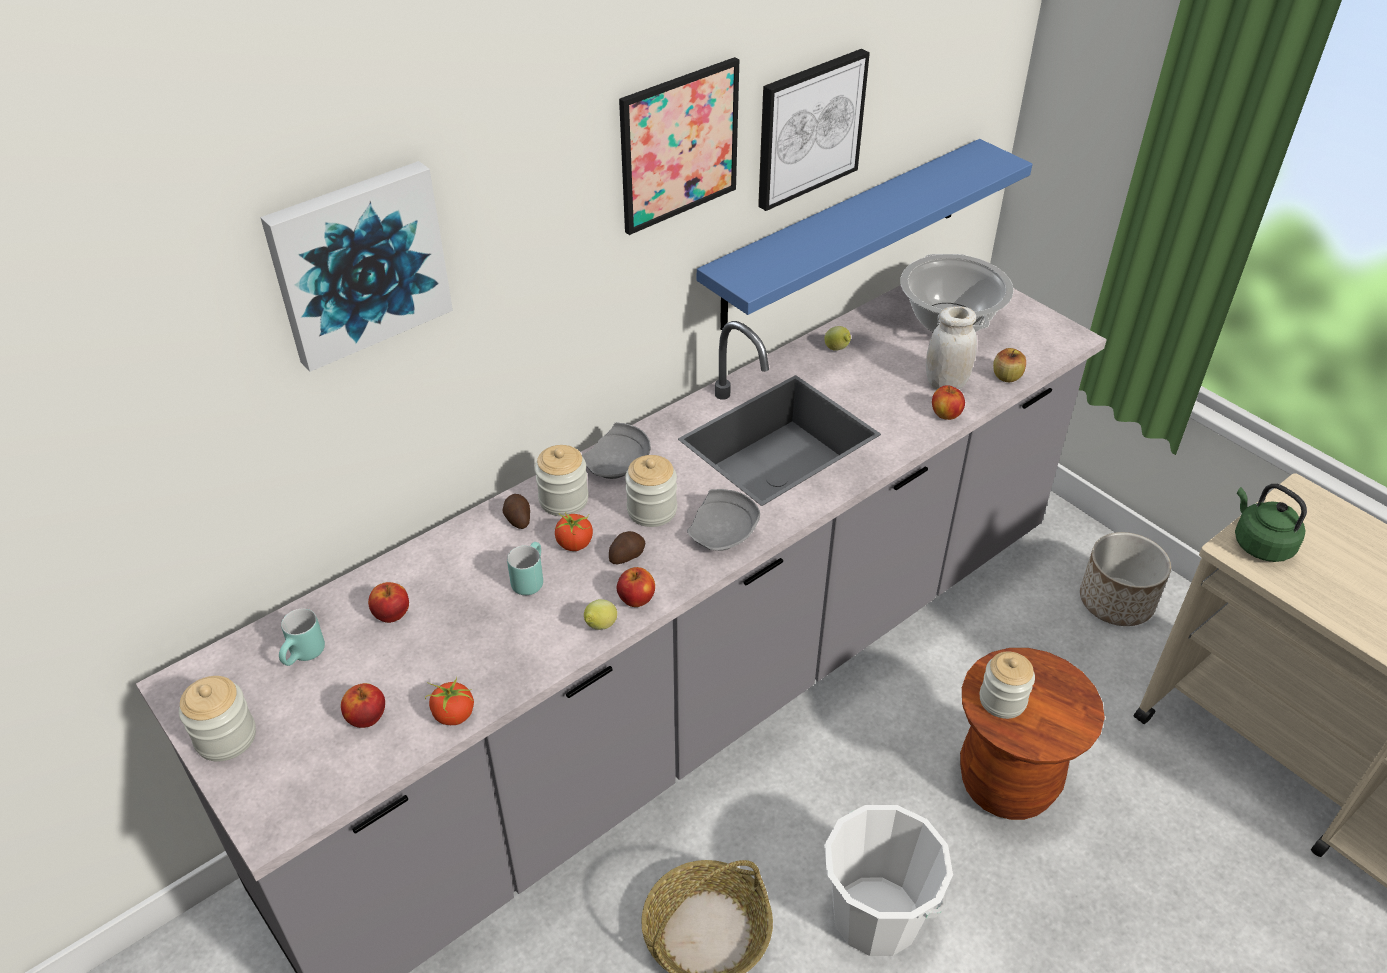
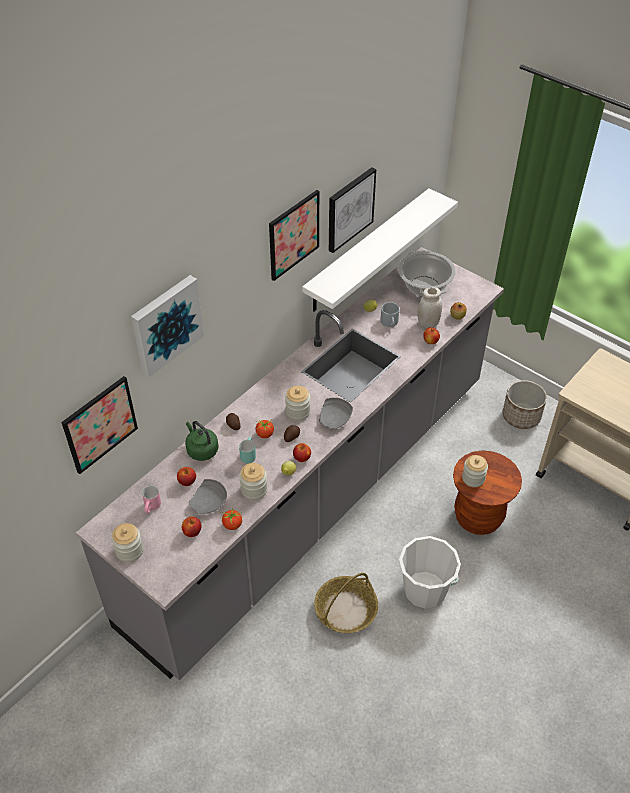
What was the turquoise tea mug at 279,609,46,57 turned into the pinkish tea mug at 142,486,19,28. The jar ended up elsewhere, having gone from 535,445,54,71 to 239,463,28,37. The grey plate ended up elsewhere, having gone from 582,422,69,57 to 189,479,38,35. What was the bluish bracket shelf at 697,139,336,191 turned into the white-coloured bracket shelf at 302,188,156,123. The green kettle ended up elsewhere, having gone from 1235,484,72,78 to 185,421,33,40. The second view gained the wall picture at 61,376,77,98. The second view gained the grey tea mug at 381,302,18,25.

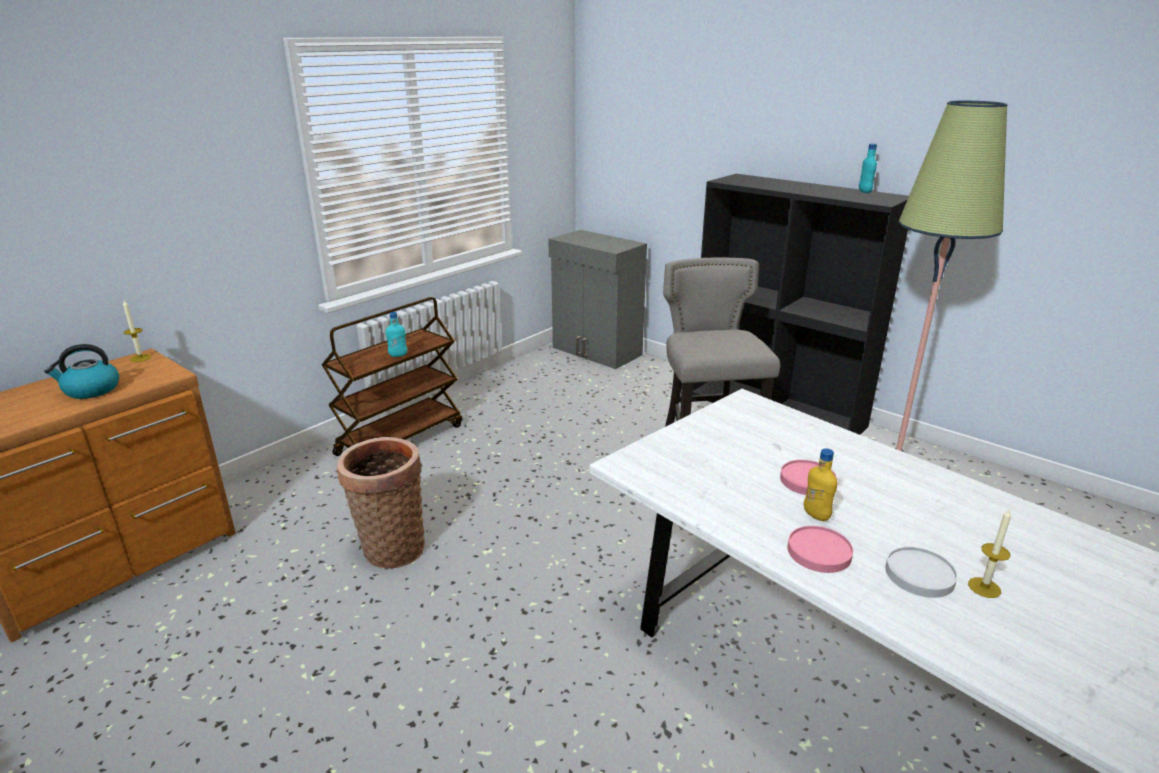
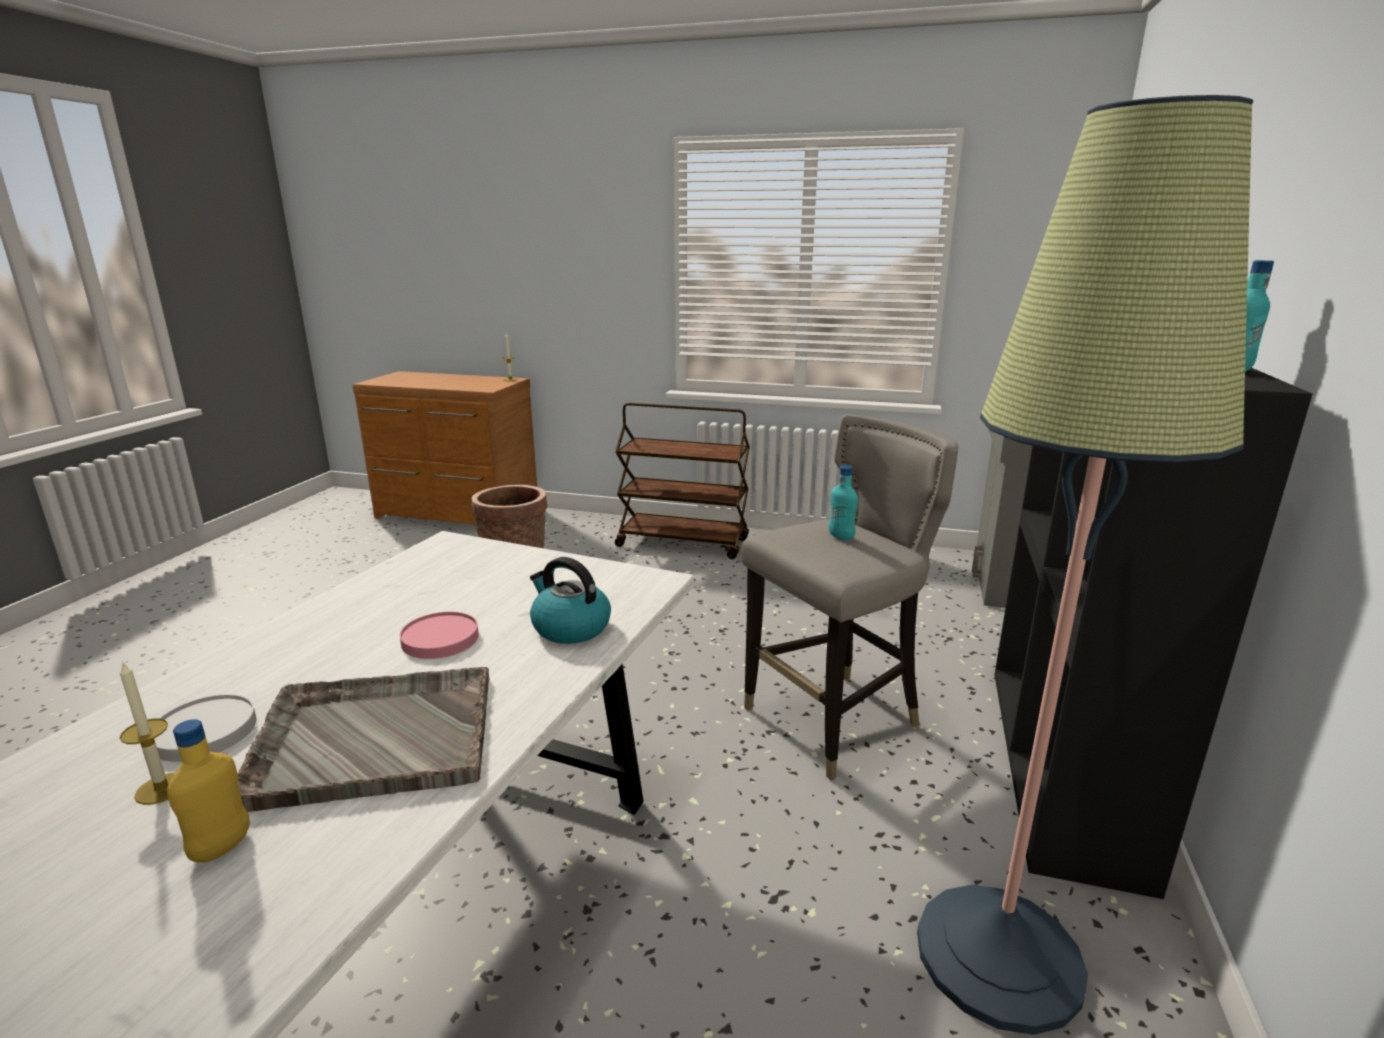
The kettle ended up elsewhere, having gone from 44,344,75,55 to 530,557,81,87. The turquoise beverage bottle ended up elsewhere, having gone from 386,312,21,45 to 829,465,29,76. The second view lost the pinkish plate at 788,526,65,47. The yellow beverage bottle ended up elsewhere, having gone from 804,448,34,73 to 167,719,83,144. The second view gained the grey tray at 237,667,252,145.

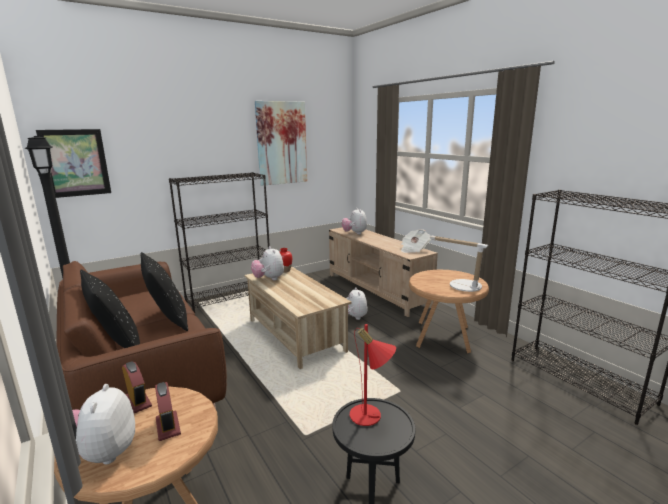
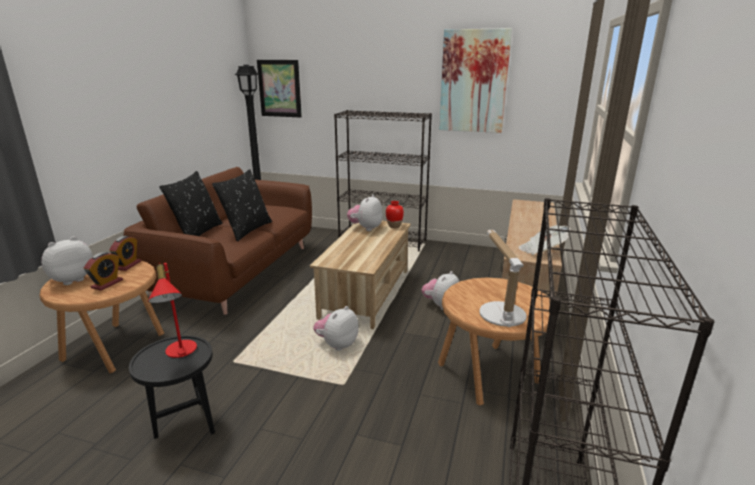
The cuddly toy ended up elsewhere, having gone from 342,208,25,26 to 313,306,46,45.

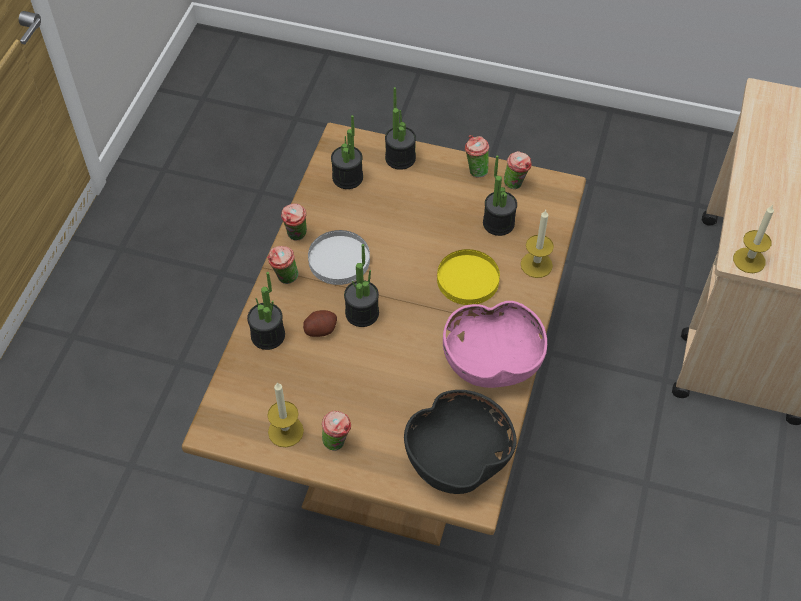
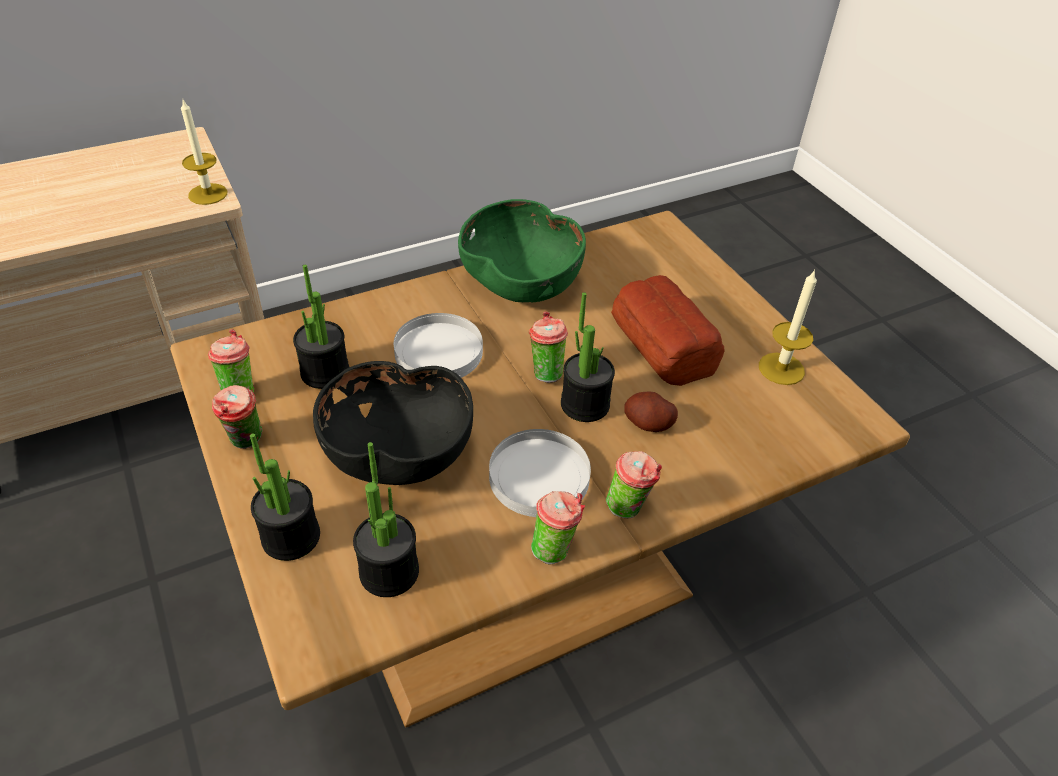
The second view lost the potted plant at 247,272,38,78. The cup ended up elsewhere, having gone from 322,411,29,40 to 529,311,39,72. The blackish serving bowl ended up elsewhere, having gone from 404,390,113,104 to 313,361,160,124. What was the yellow plate at 437,249,63,56 turned into the white-coloured plate at 394,313,89,65. What was the pinkish serving bowl at 443,301,104,87 turned into the green serving bowl at 458,199,128,104. The second view lost the wax candle at 520,210,34,68. The second view gained the baked bread at 611,275,114,111.

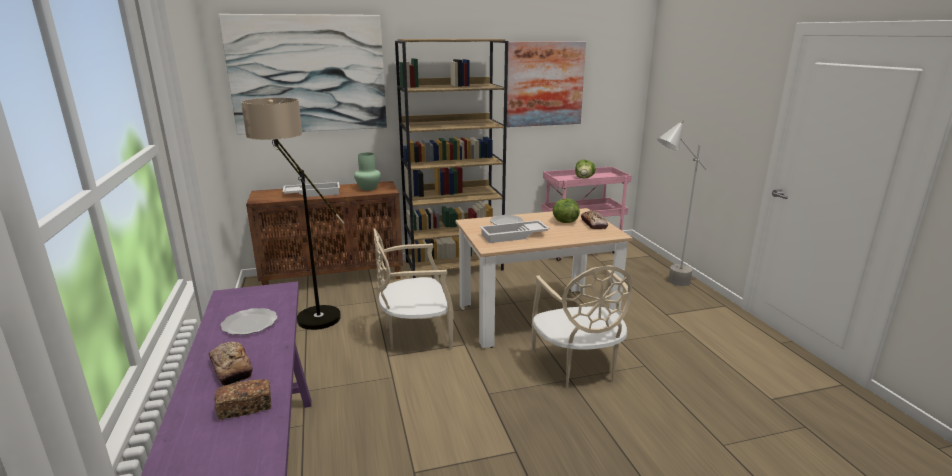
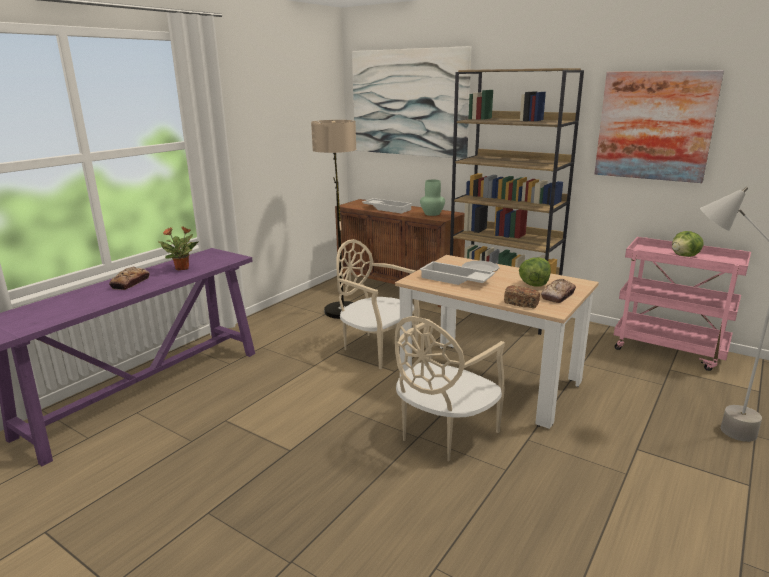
The baked bread ended up elsewhere, having gone from 214,379,57,41 to 504,285,36,24. Where the plate stood at 221,308,57,27, the potted plant came to stand at 158,226,41,45.

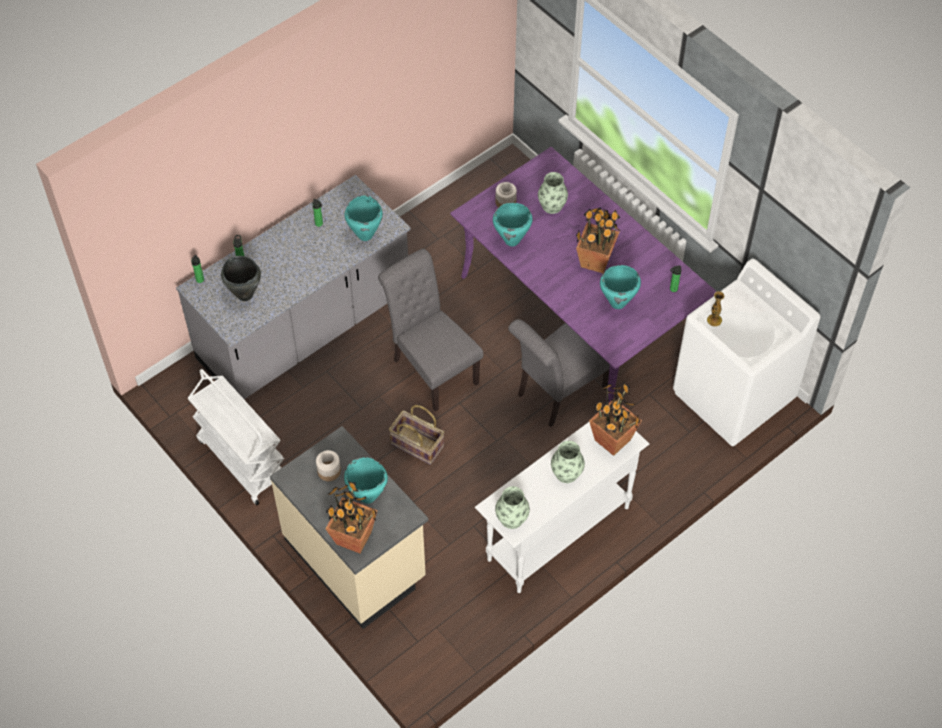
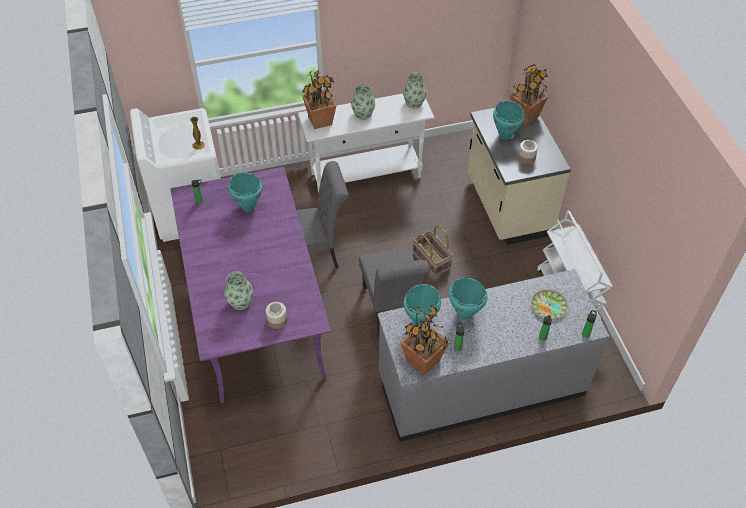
Where the blackish saucepot stood at 221,256,40,45, the plate came to stand at 532,290,35,29. The turquoise saucepot ended up elsewhere, having gone from 493,203,40,43 to 449,278,38,42. The potted plant ended up elsewhere, having gone from 576,207,45,66 to 400,305,49,70.

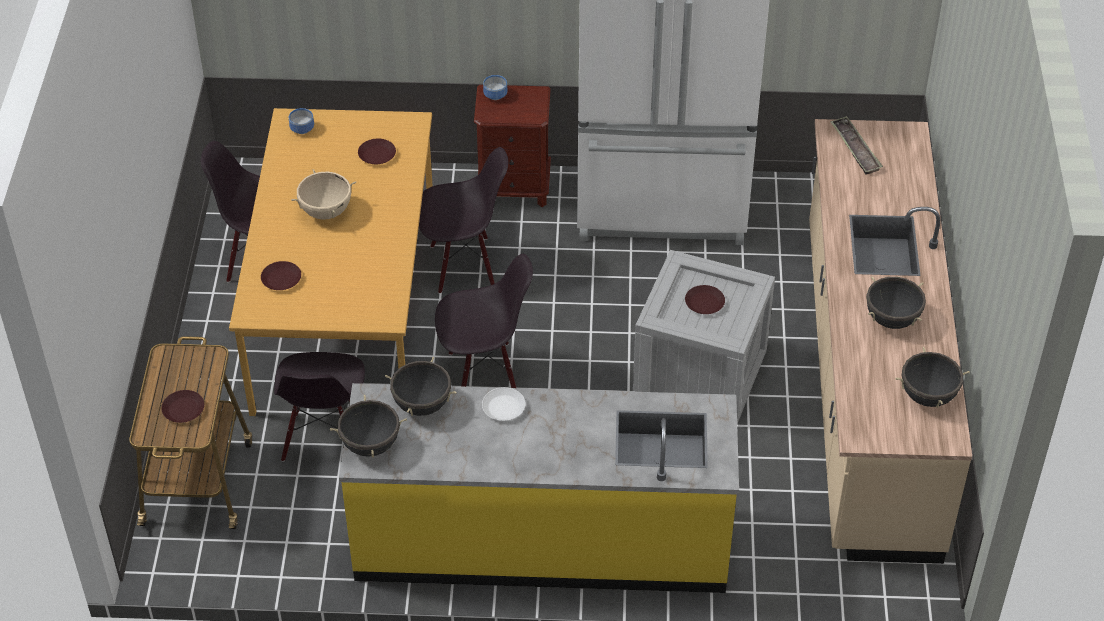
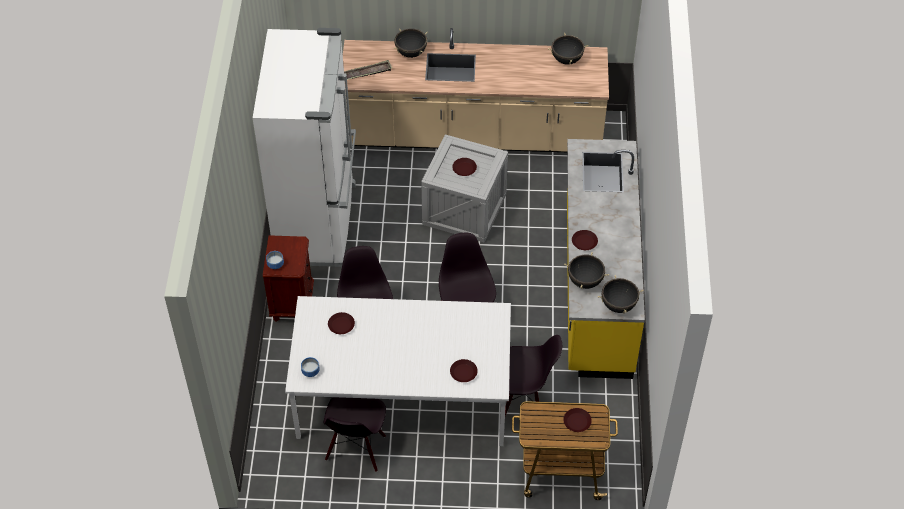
What was the orange dinner table at 229,108,204,308 turned into the white-coloured dinner table at 285,296,226,150. The second view lost the sand-coloured saucepot at 291,169,65,51. What was the white-coloured plate at 482,387,44,34 turned into the brown plate at 572,230,26,20. The blackish saucepot ended up elsewhere, having gone from 866,277,60,52 to 394,29,34,29.

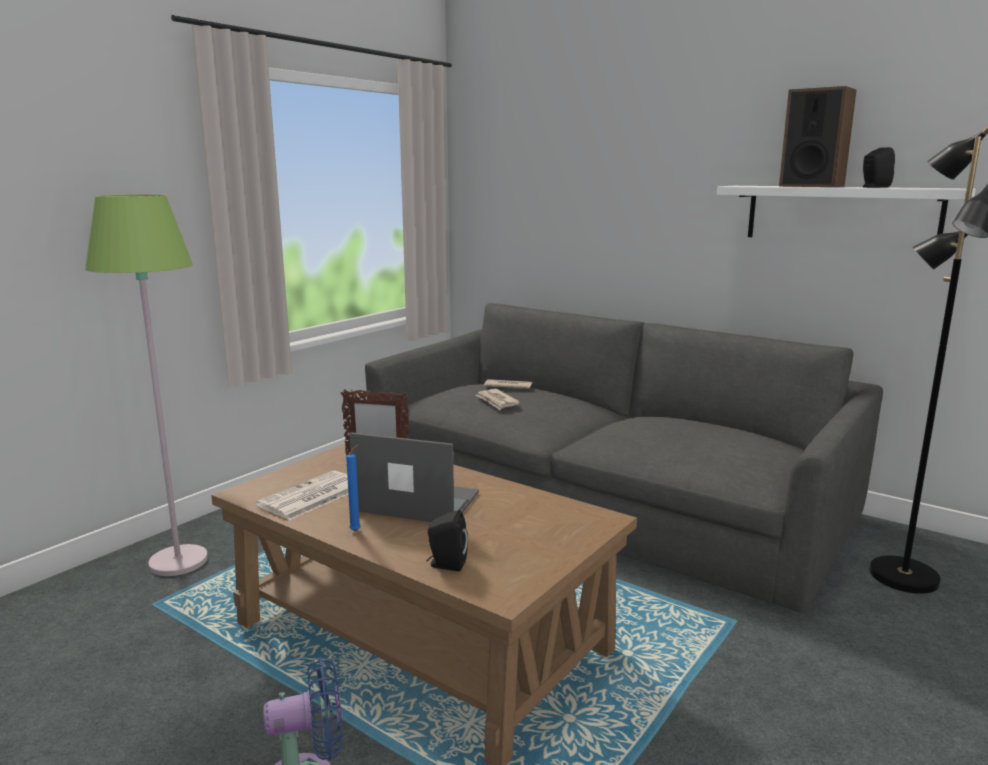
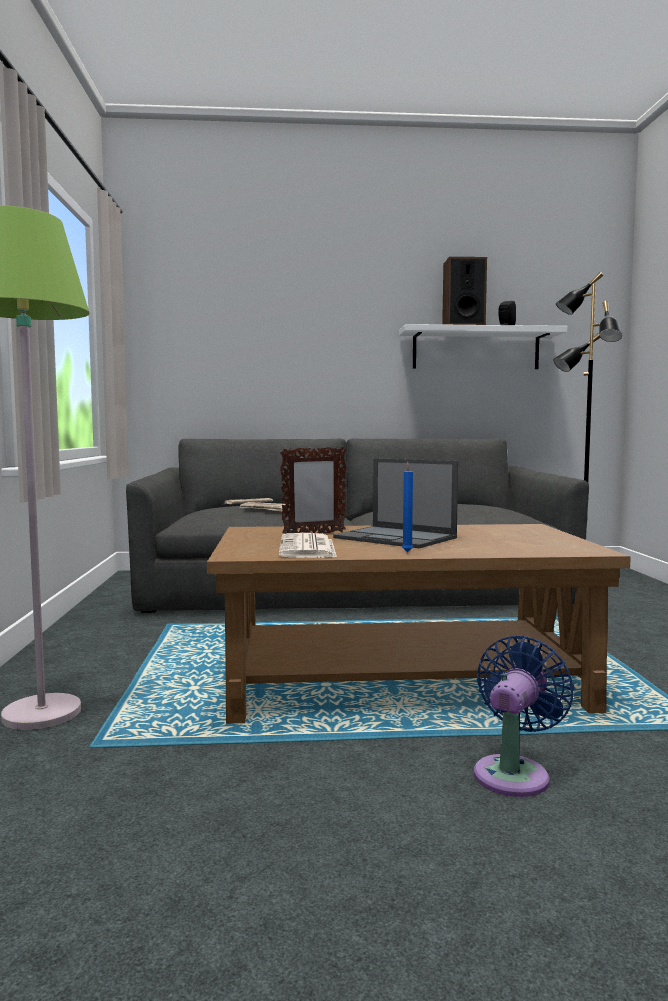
The laptop at 350,432,129,90 ended up facing another way, 120 degrees counterclockwise from before. The second view lost the blackish loudspeaker at 426,510,42,61.

